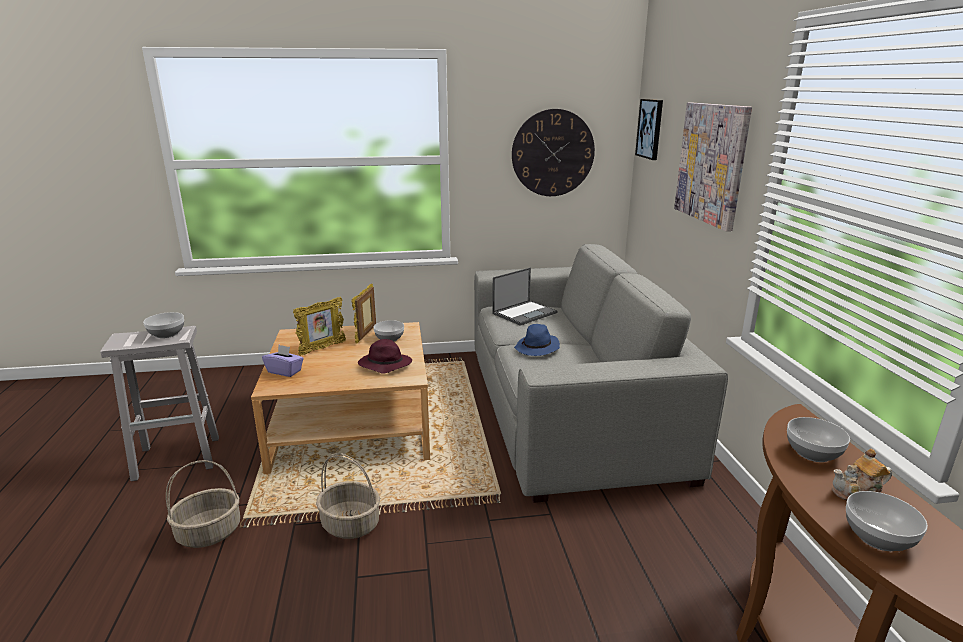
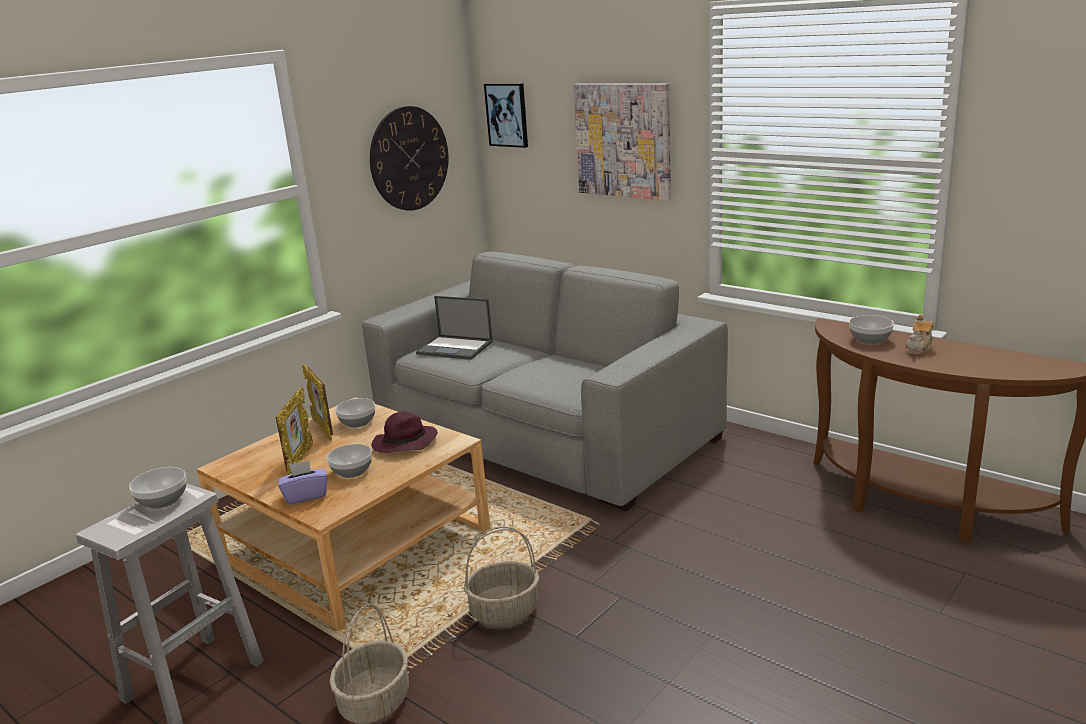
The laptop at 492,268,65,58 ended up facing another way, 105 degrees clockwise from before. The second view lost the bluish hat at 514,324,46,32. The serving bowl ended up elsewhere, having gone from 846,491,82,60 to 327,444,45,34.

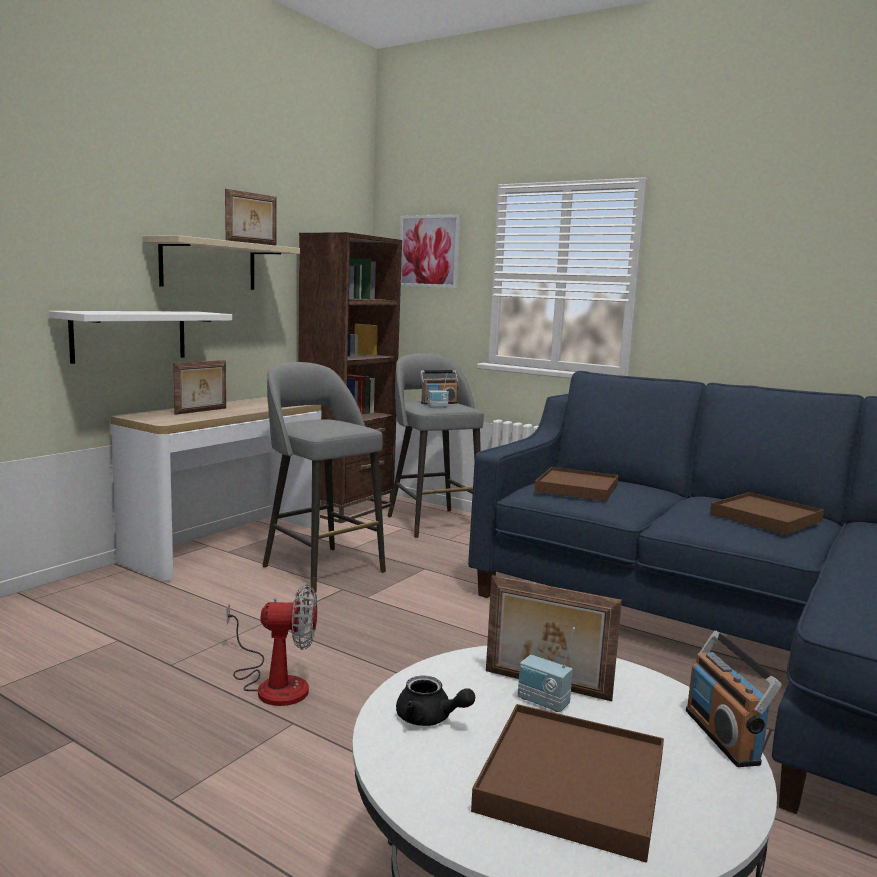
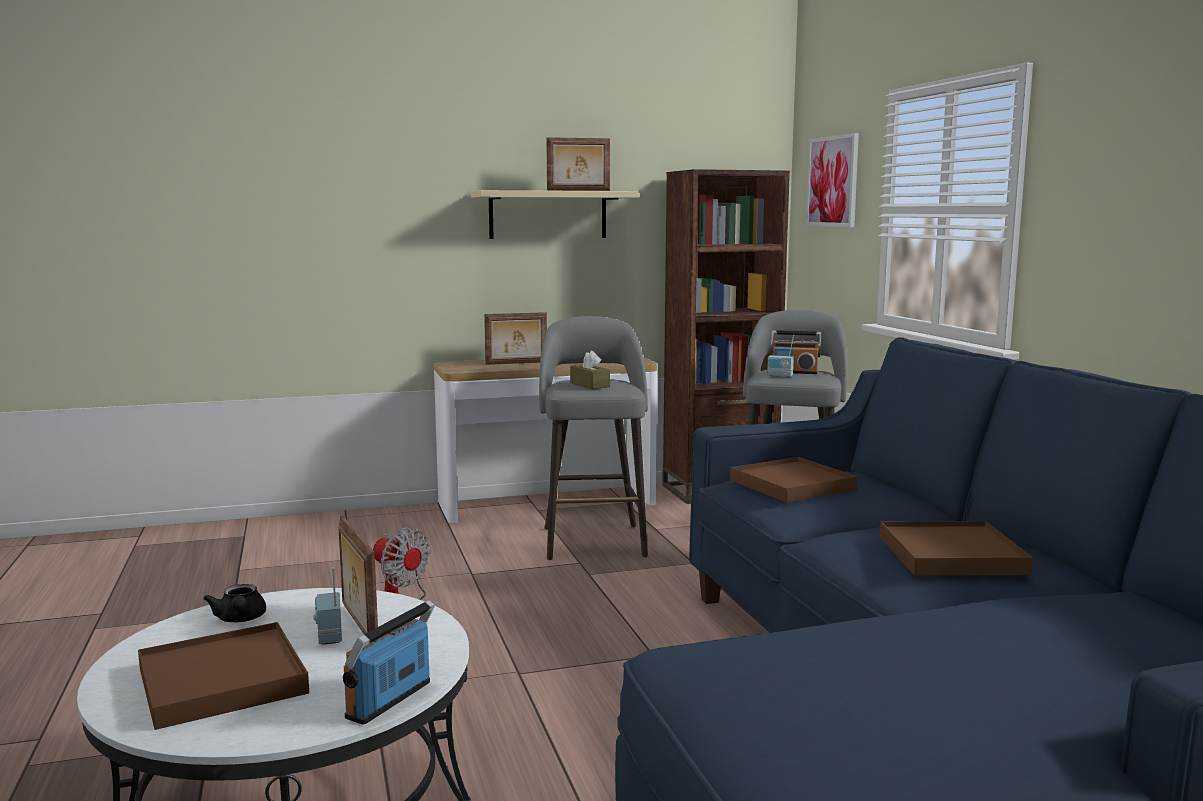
The second view lost the white-coloured bracket shelf at 48,311,184,53. The second view gained the brown box of tissues at 570,350,40,39.

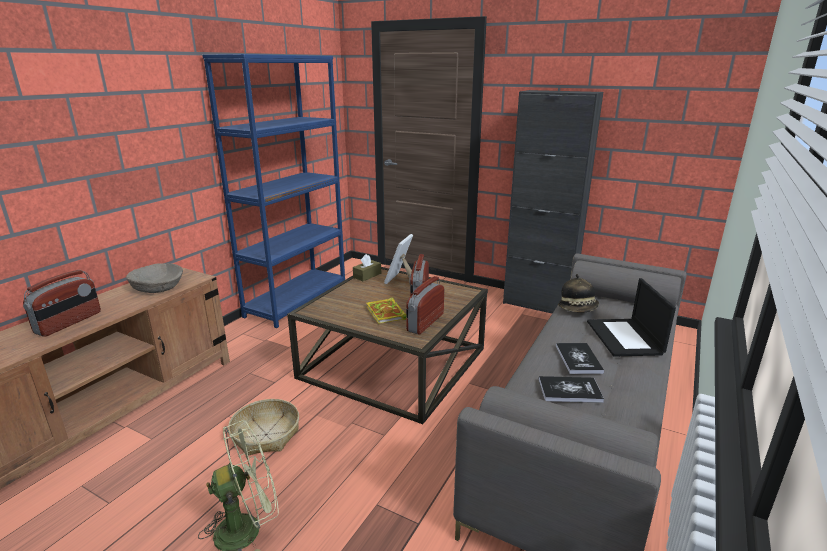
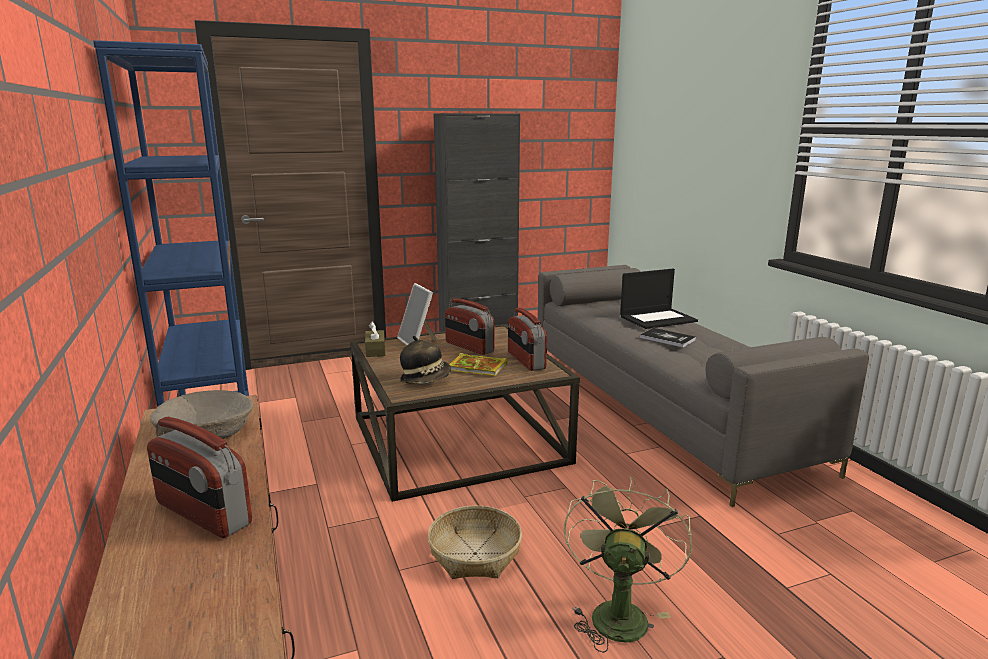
The radio at 23,270,78,67 ended up facing another way, 150 degrees clockwise from before. The second view lost the book at 539,376,65,27. The hat ended up elsewhere, having gone from 558,274,41,38 to 400,336,51,48. The laptop at 587,278,89,79 ended up facing another way, 60 degrees counterclockwise from before.

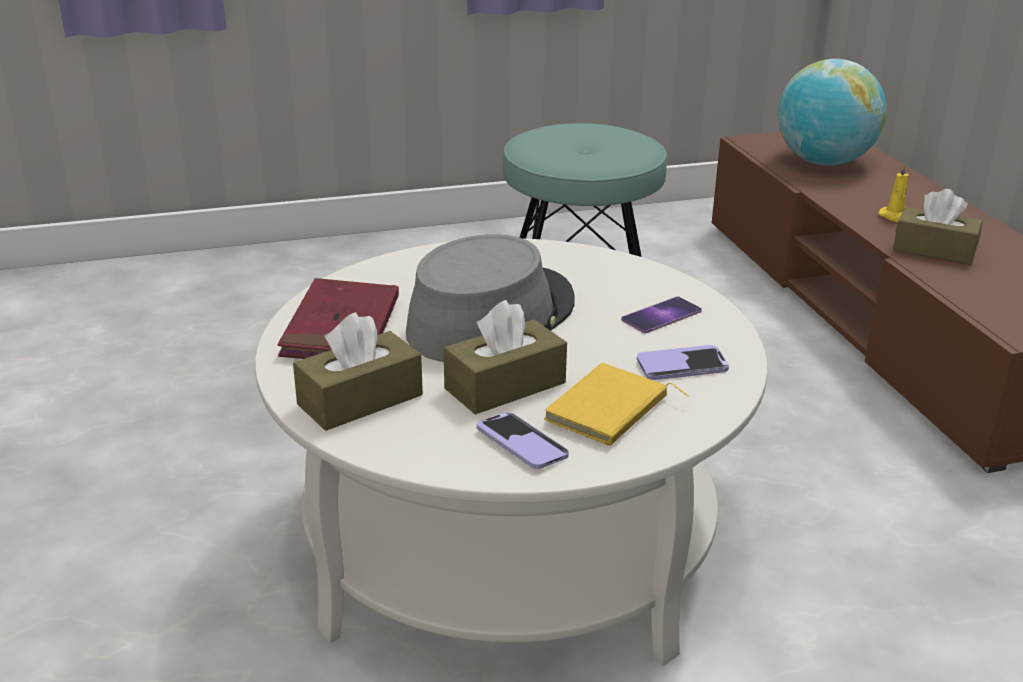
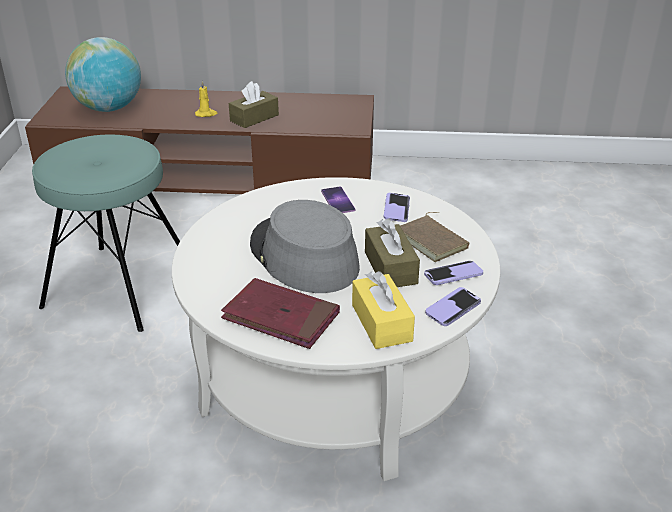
What was the brown box of tissues at 293,312,130,119 turned into the yellow box of tissues at 352,271,63,78. What was the yellow book at 544,363,144,83 turned into the brown book at 400,212,70,50. The second view gained the telephone at 425,287,56,39.

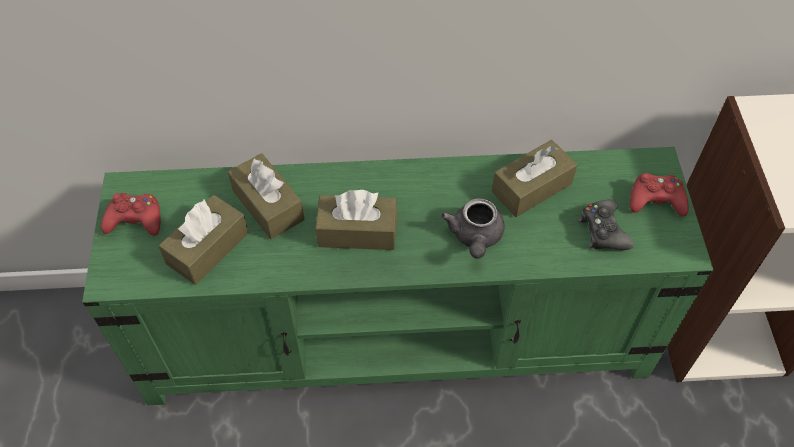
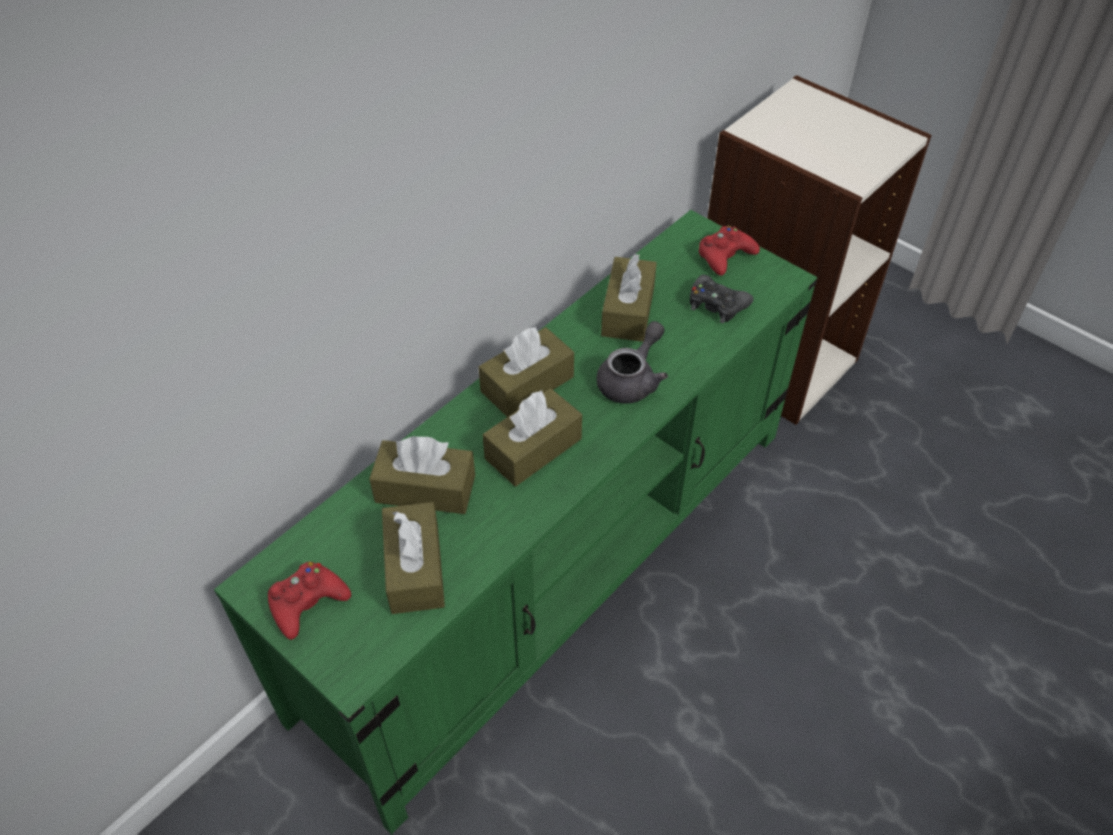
The grey tea pot at 441,198,64,61 ended up facing another way, 105 degrees counterclockwise from before. The second view gained the brown box of tissues at 478,327,96,90.

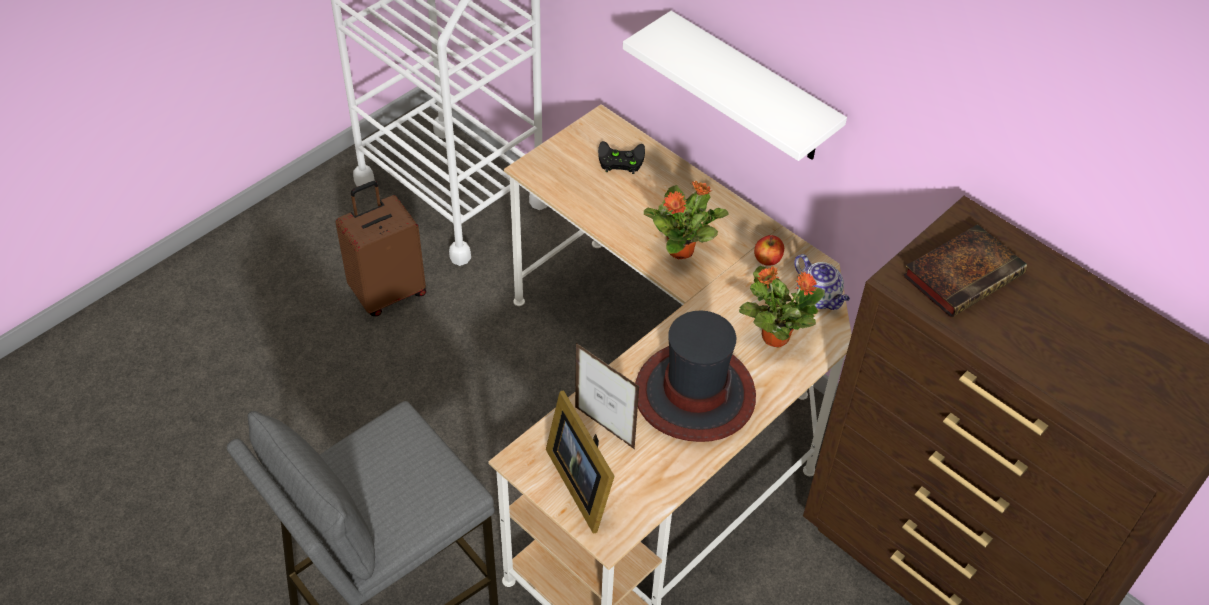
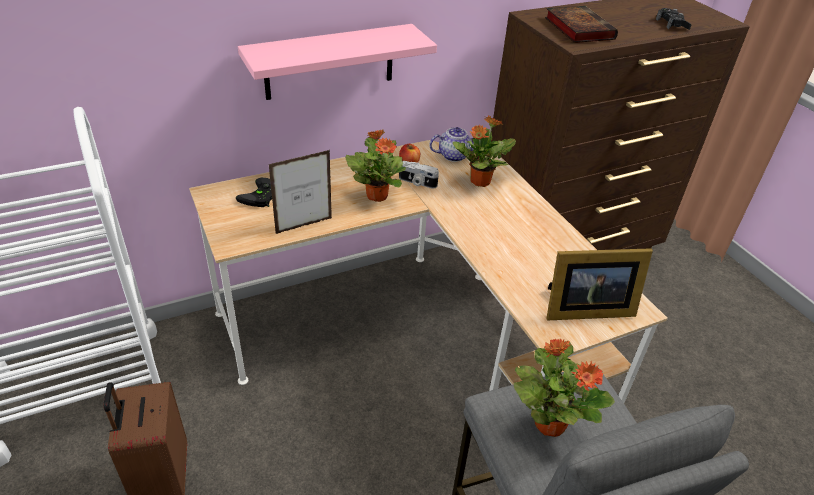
The picture frame ended up elsewhere, having gone from 575,343,65,106 to 269,150,63,84. What was the white-coloured bracket shelf at 623,11,224,150 turned into the pinkish bracket shelf at 238,24,199,76. The second view lost the hat at 635,310,121,132. The second view gained the photo camera at 399,161,40,28. The second view gained the potted plant at 514,339,101,98. The second view gained the blackish joypad at 656,8,36,22.

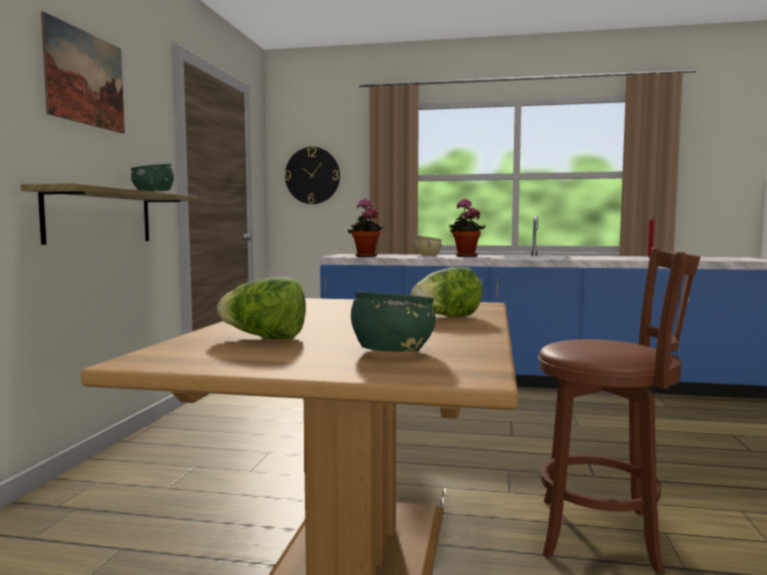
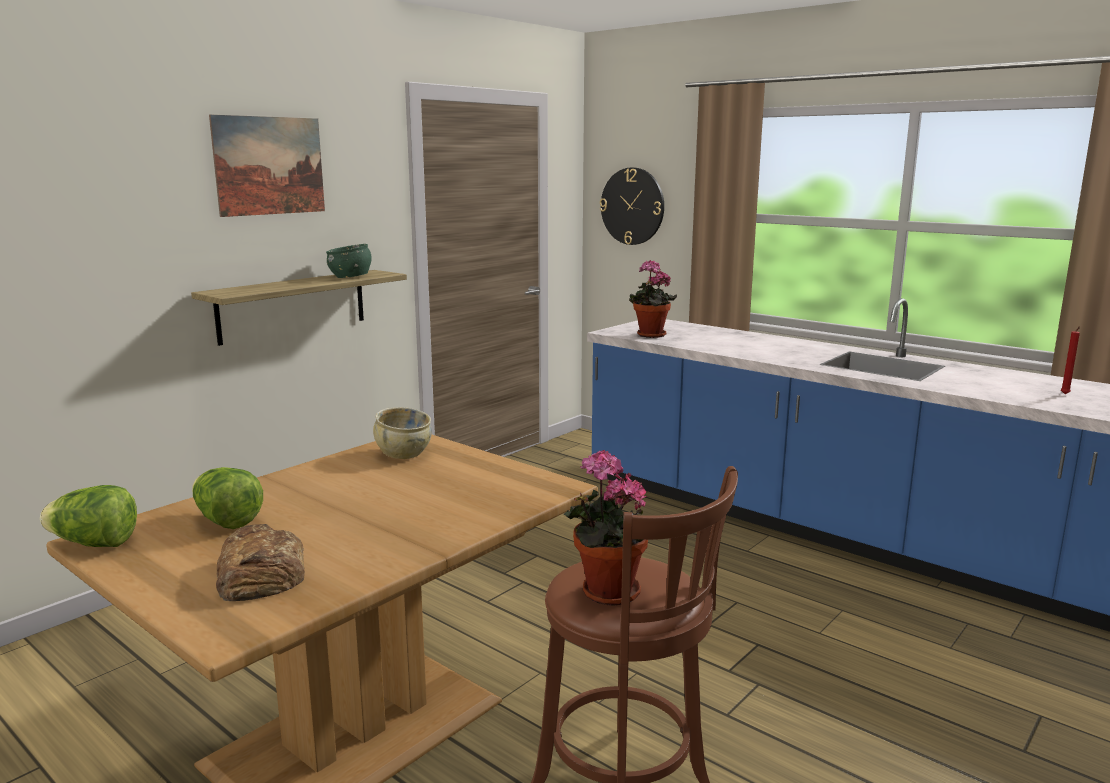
Where the green serving bowl stood at 351,292,85,60, the baked bread came to stand at 216,524,89,77. The head of lettuce ended up elsewhere, having gone from 411,267,71,50 to 40,485,97,62. The sand-coloured serving bowl ended up elsewhere, having gone from 413,235,29,21 to 373,407,59,52. The potted plant ended up elsewhere, having gone from 449,199,36,58 to 564,450,84,156.

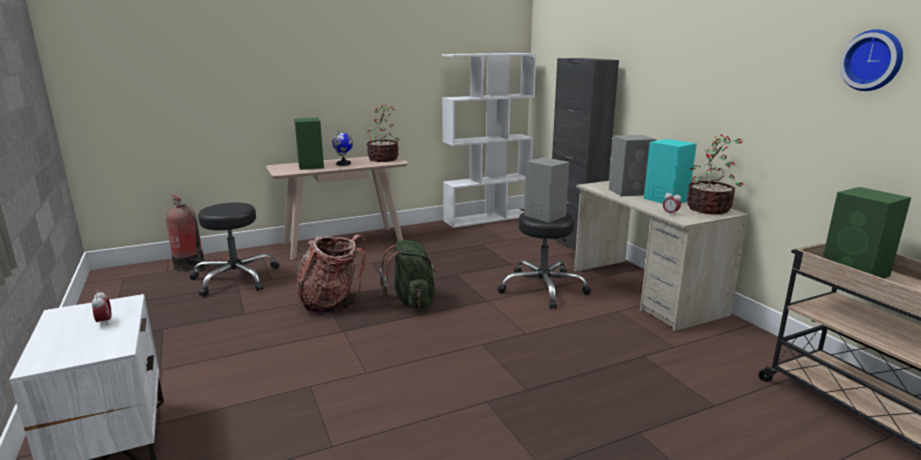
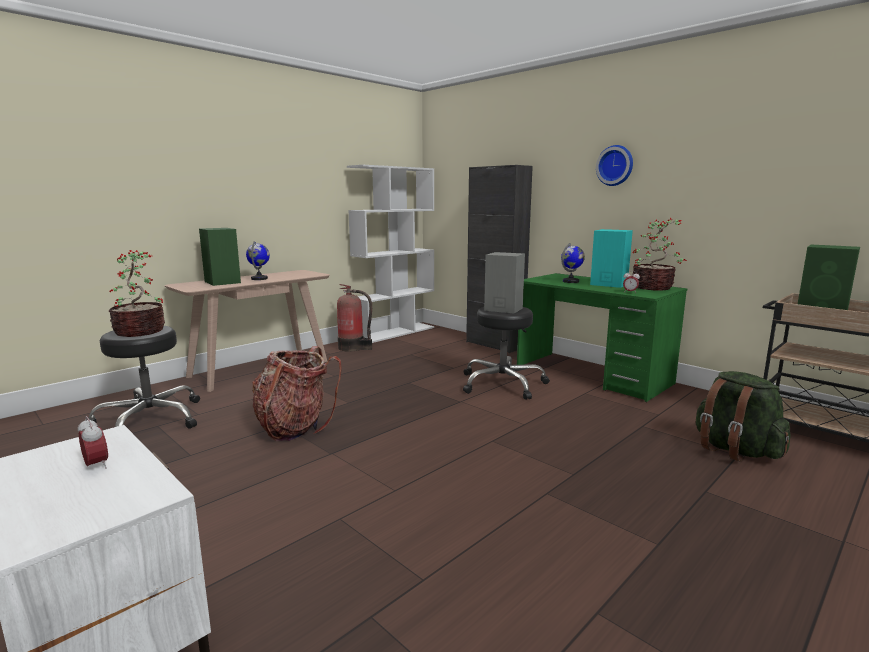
The fire extinguisher ended up elsewhere, having gone from 166,194,39,77 to 337,284,35,68. The potted plant ended up elsewhere, having gone from 367,105,32,57 to 109,250,56,87. The green backpack ended up elsewhere, having gone from 380,240,58,69 to 696,371,95,90. What was the sand-coloured desk table at 574,181,176,150 turned into the green desk table at 517,273,171,129. Where the grey loudspeaker stood at 609,135,47,61, the world globe came to stand at 561,243,24,40. The clock on the wall ended up elsewhere, having gone from 839,29,64,62 to 596,145,37,41.

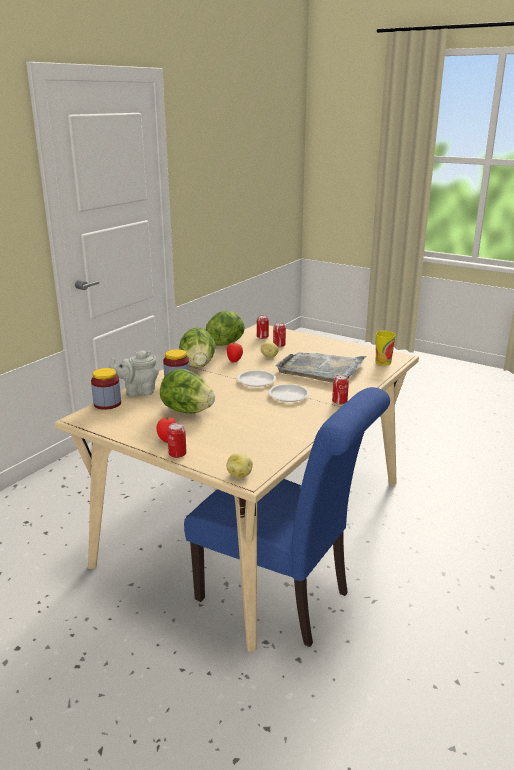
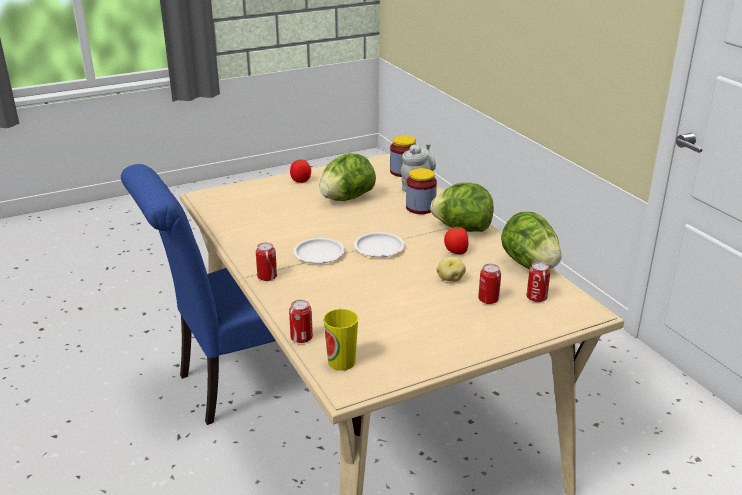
The metal can ended up elsewhere, having gone from 167,423,20,35 to 289,300,24,43. The second view lost the spud at 227,453,26,25. The second view lost the grey tray at 275,352,92,31.

